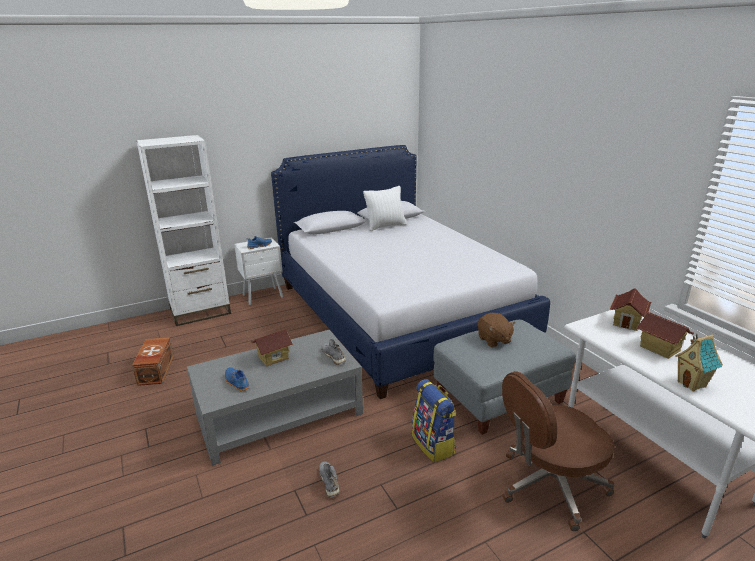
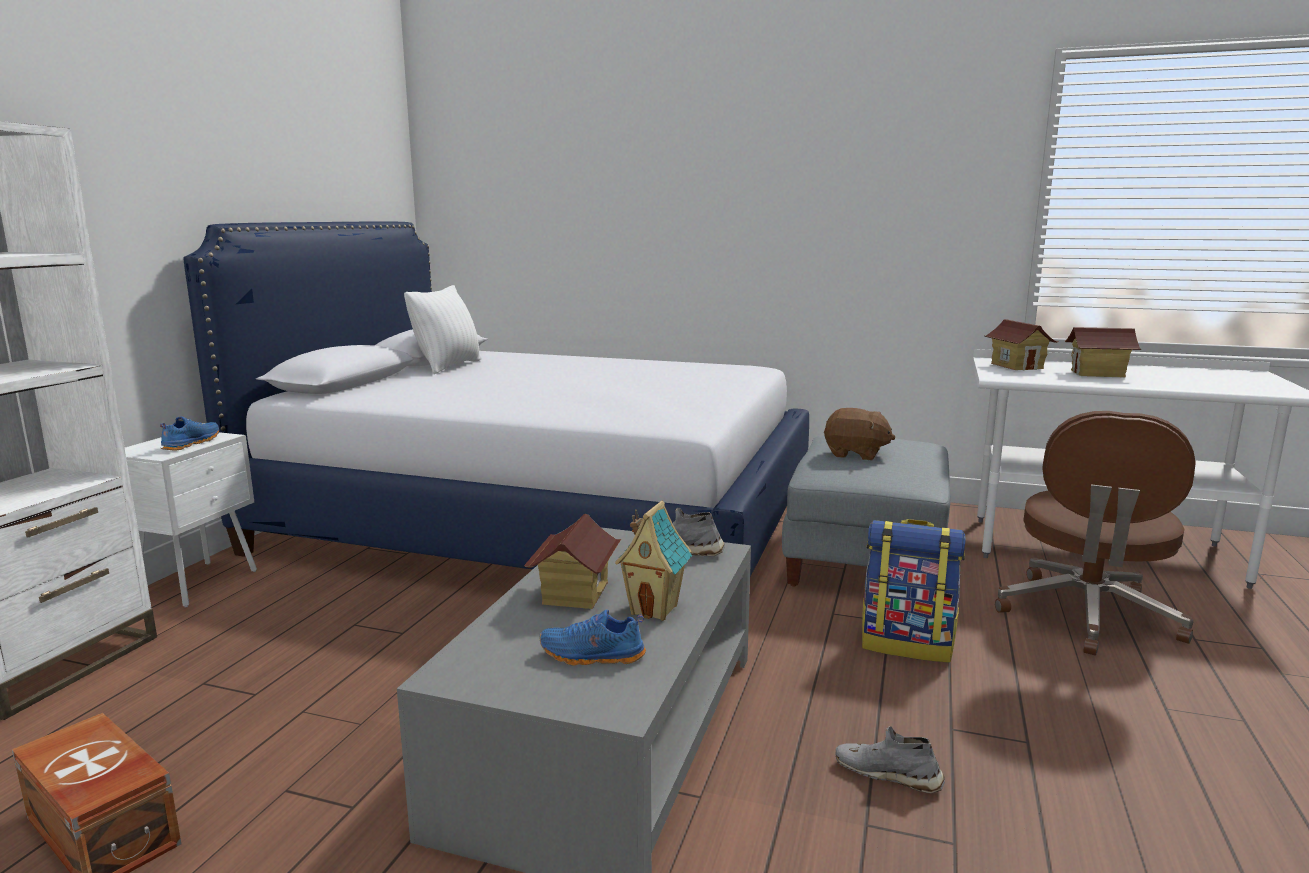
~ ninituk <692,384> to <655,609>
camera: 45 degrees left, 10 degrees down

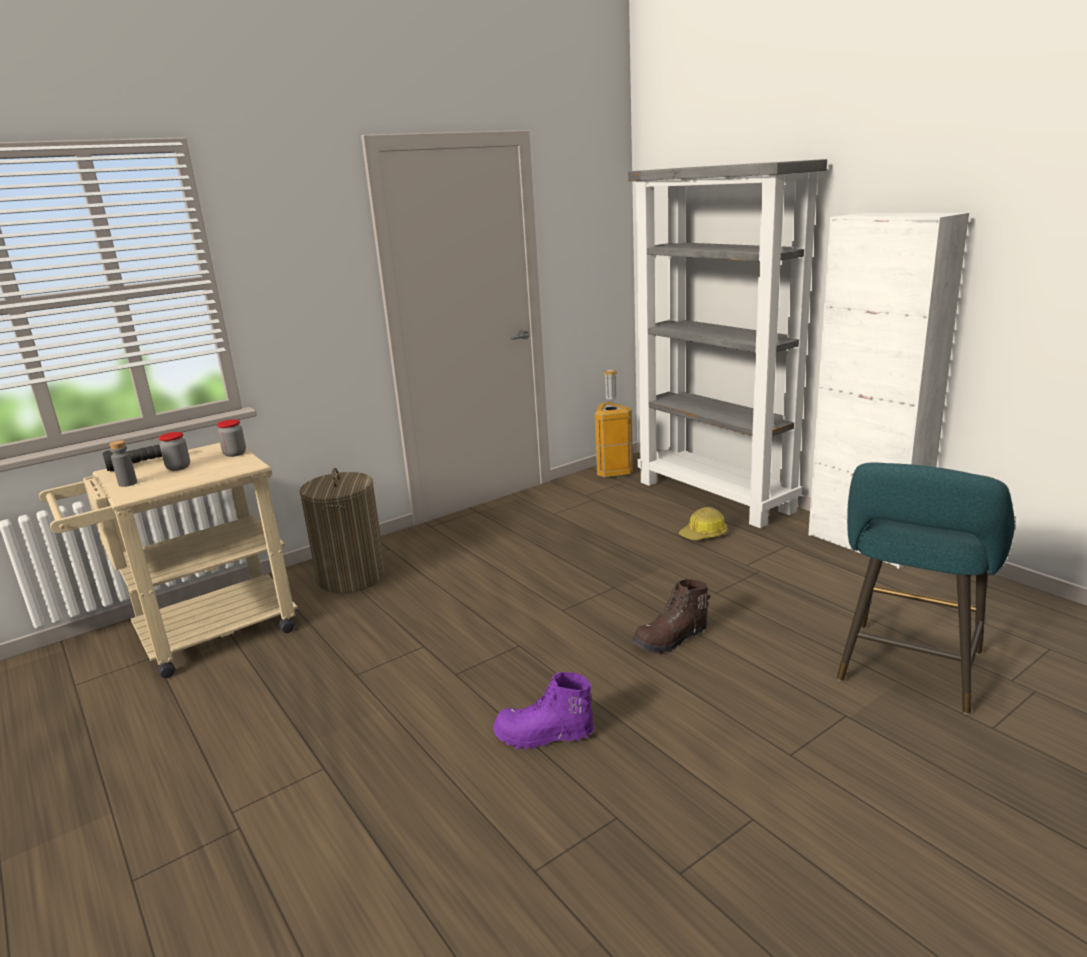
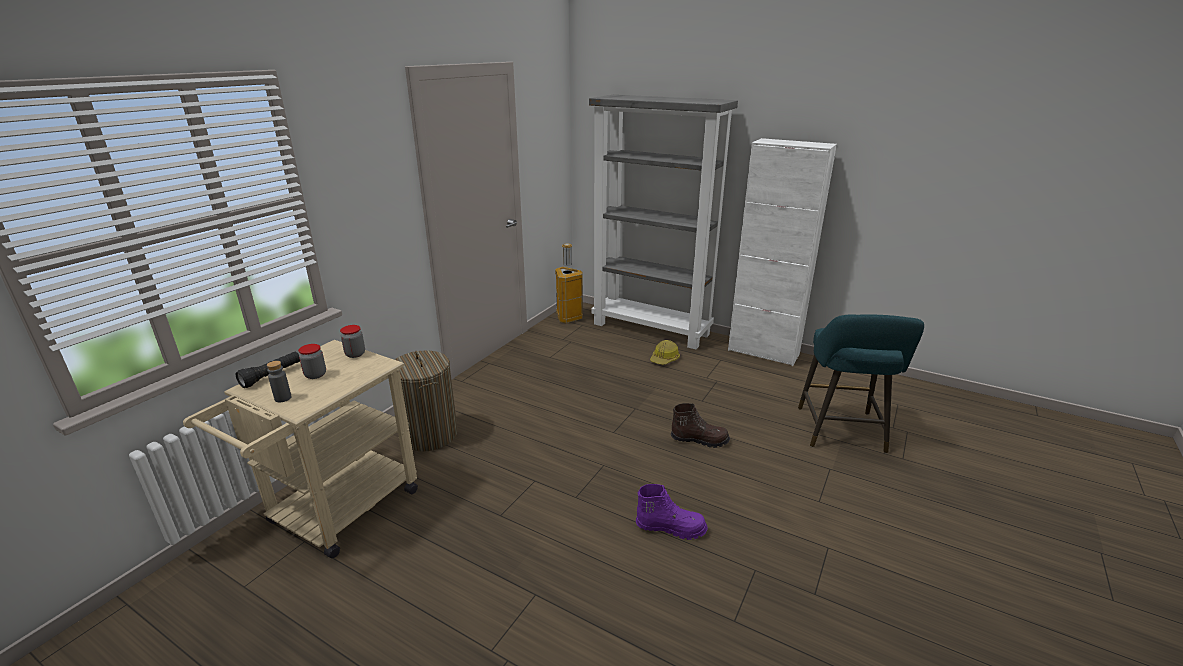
~ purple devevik <544,736> = <670,527> 150 degrees counterclockwise
~ brown devevik <671,639> = <699,440> 120 degrees counterclockwise
camera: 25 degrees left, 5 degrees up

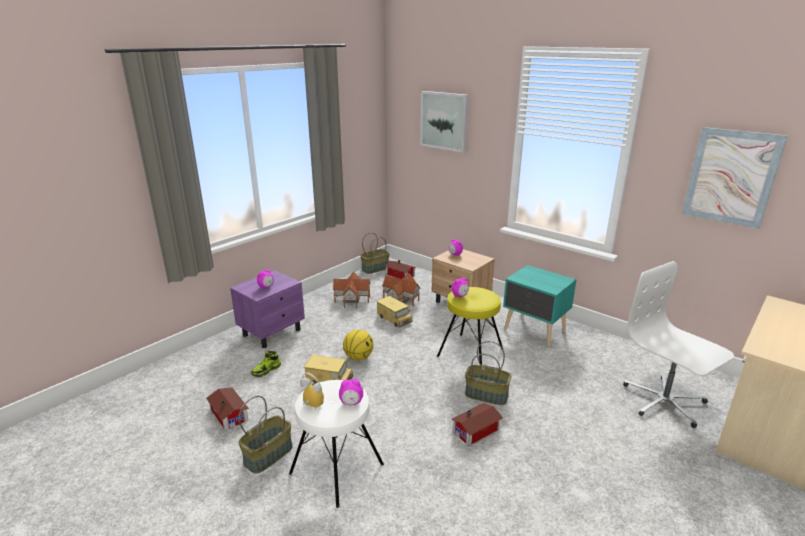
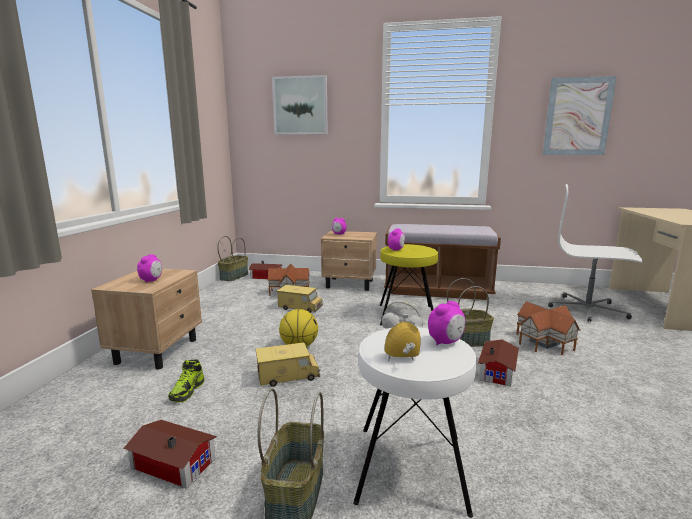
~ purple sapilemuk <272,332> to beige sapilemuk <158,350>
~ turquoise sapilemuk <534,331> to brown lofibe <437,290>
~ ninituk <352,300> to <545,342>
camera: 30 degrees left, 10 degrees down

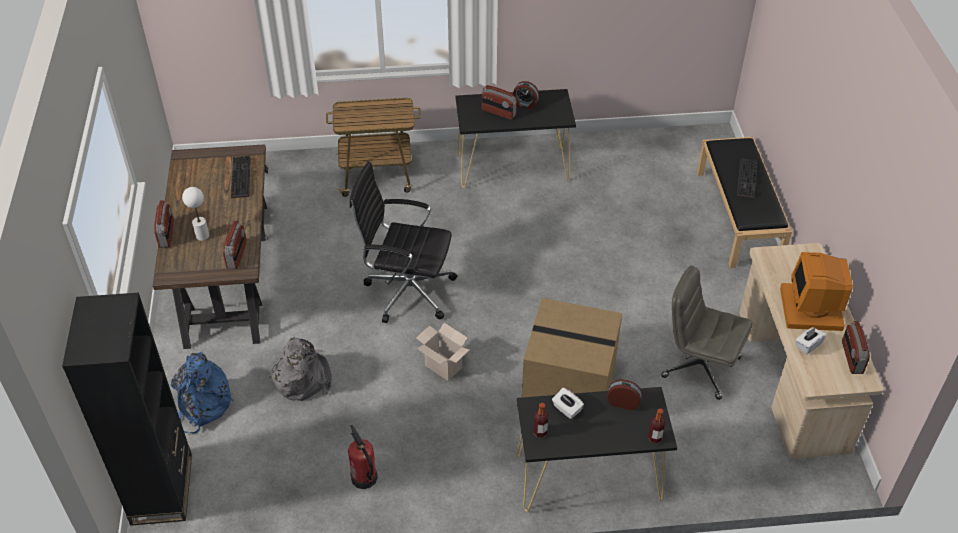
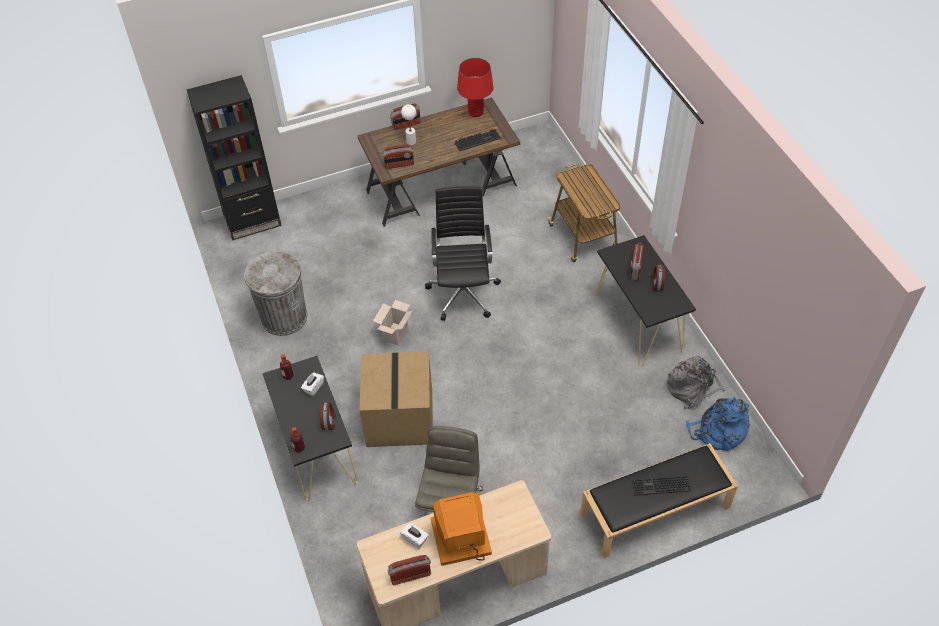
~ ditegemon <364,478> to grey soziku <284,317>
+ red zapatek <475,112>
~ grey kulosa <302,378> to <692,388>
~ blue kulosa <201,405> to <717,432>
camera: 75 degrees right, 5 degrees up

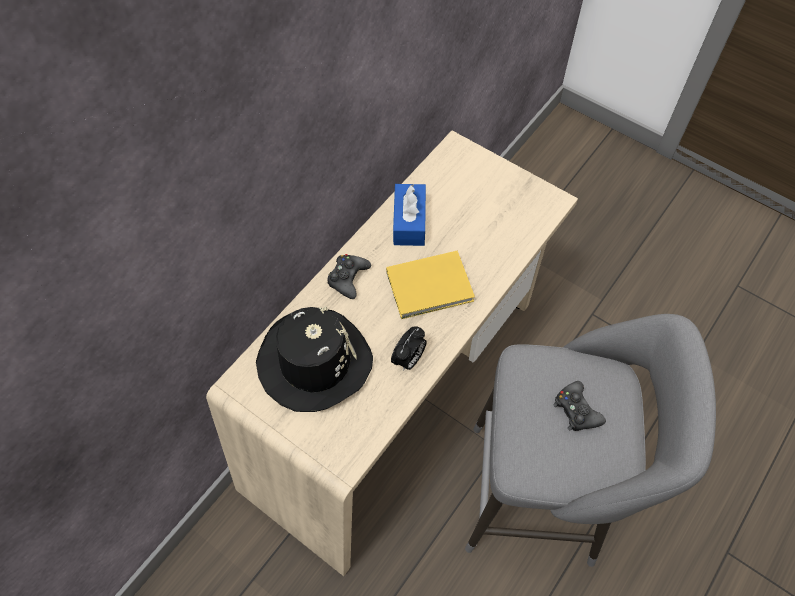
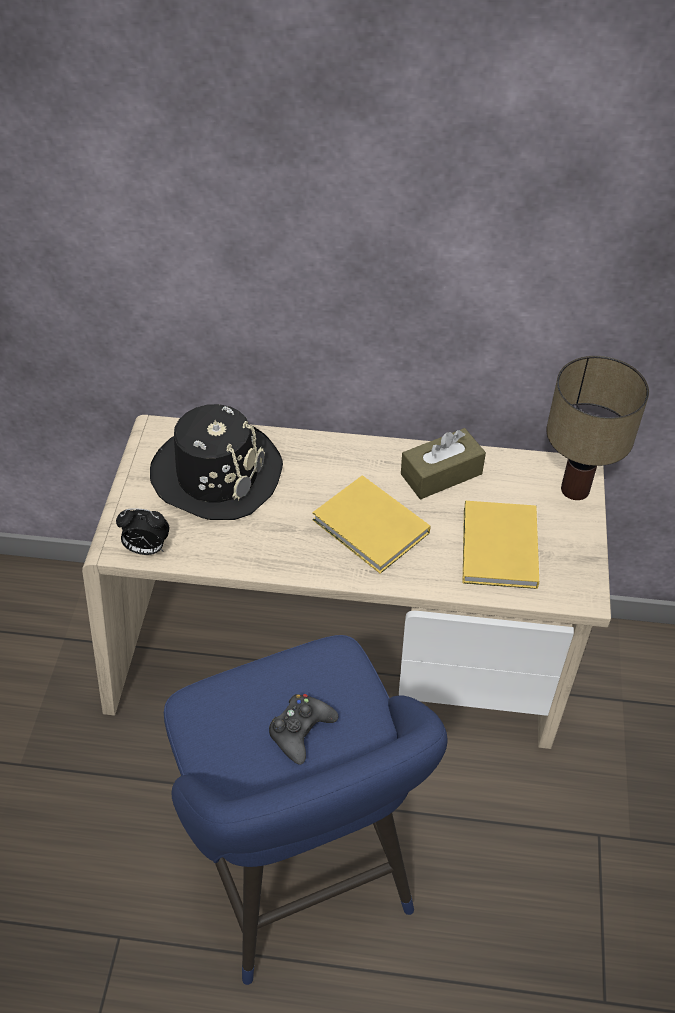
~ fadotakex <409,359> to <147,549>
~ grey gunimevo <542,495> to blue gunimevo <304,880>
~ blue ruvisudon <409,222> to brown ruvisudon <441,474>
+ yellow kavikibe <497,549>
+ zapatek <574,490>
- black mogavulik <348,278>
camera: 60 degrees right, 10 degrees down

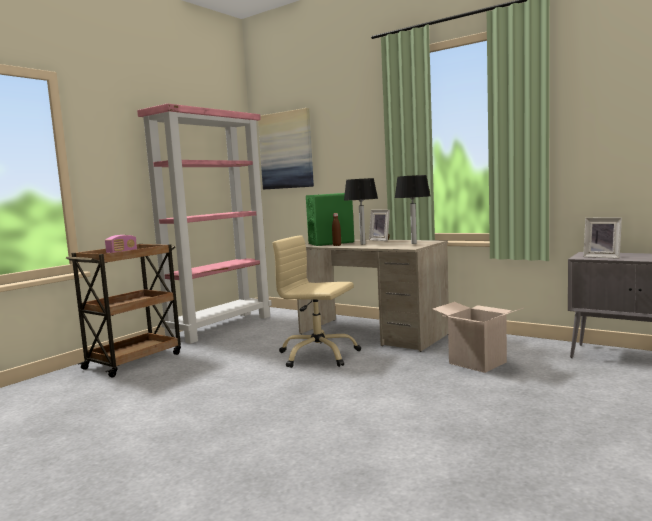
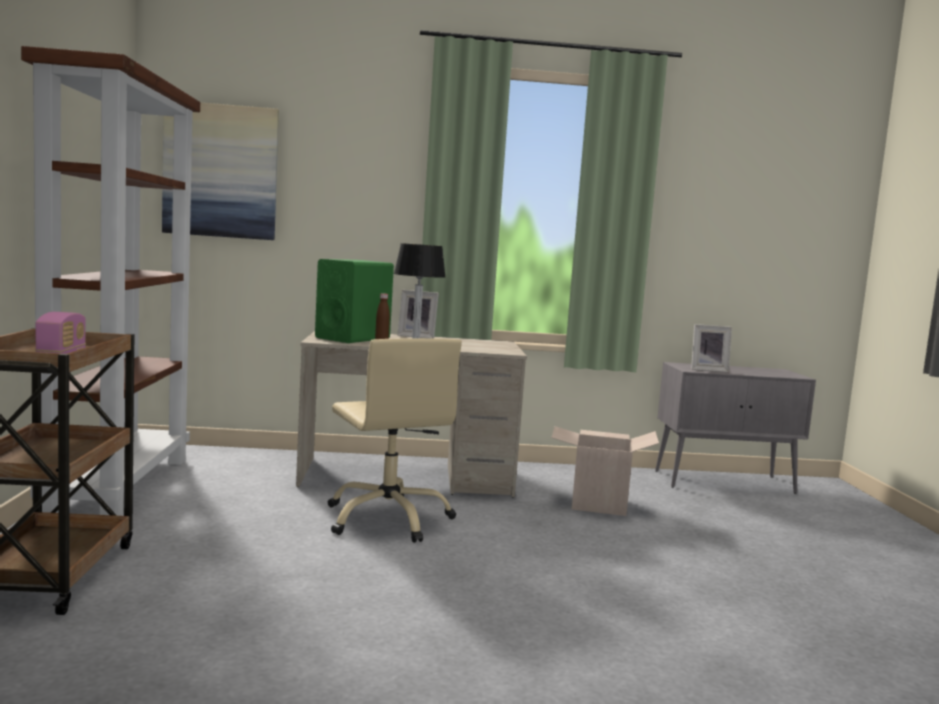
~ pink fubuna <221,326> to brown fubuna <119,486>
~ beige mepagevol <318,355> = <388,518> 105 degrees counterclockwise
- zapatek <413,243>
camera: 40 degrees left, 0 degrees up

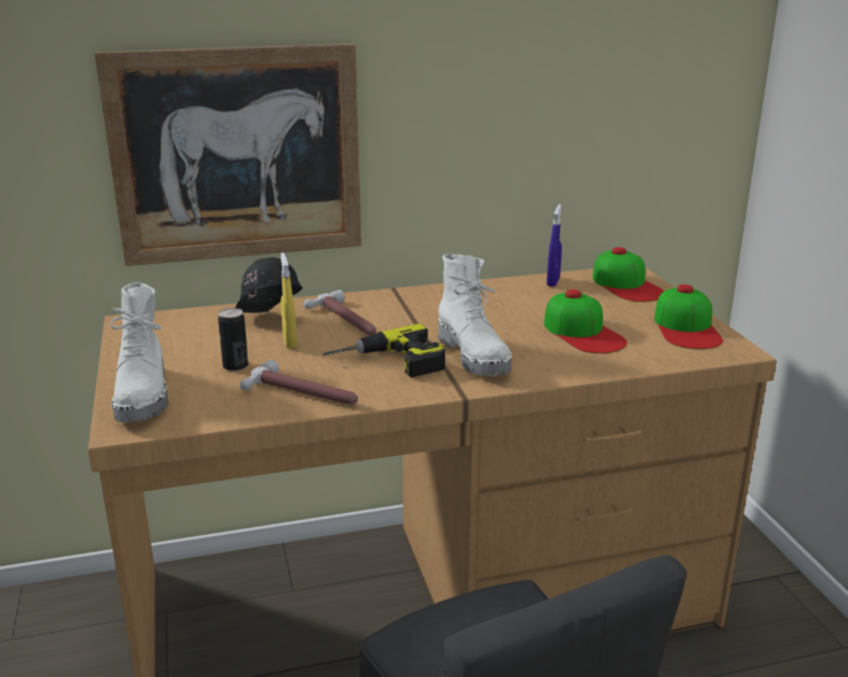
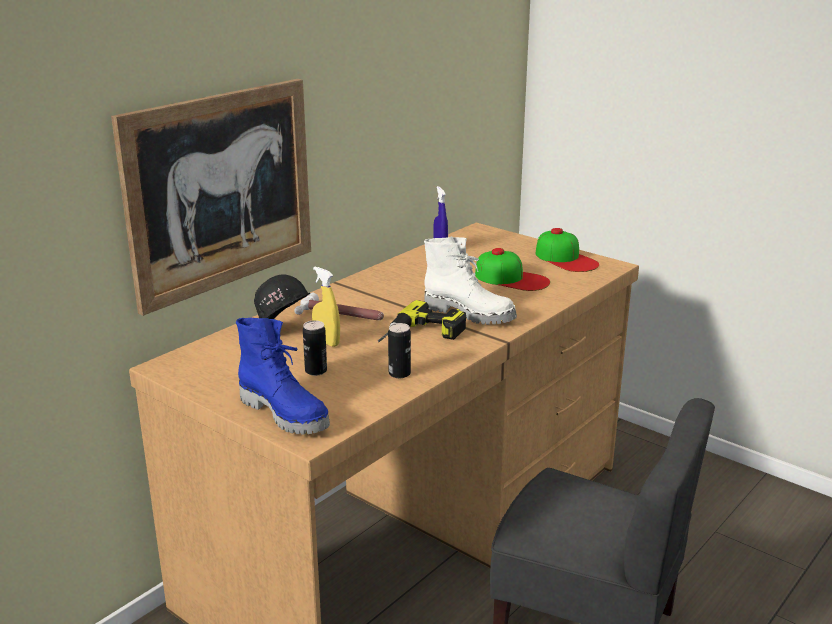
~ white devevik <145,396> to blue devevik <286,413>
~ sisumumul <303,394> to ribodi <399,373>
- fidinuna <627,285>
camera: 35 degrees left, 0 degrees up

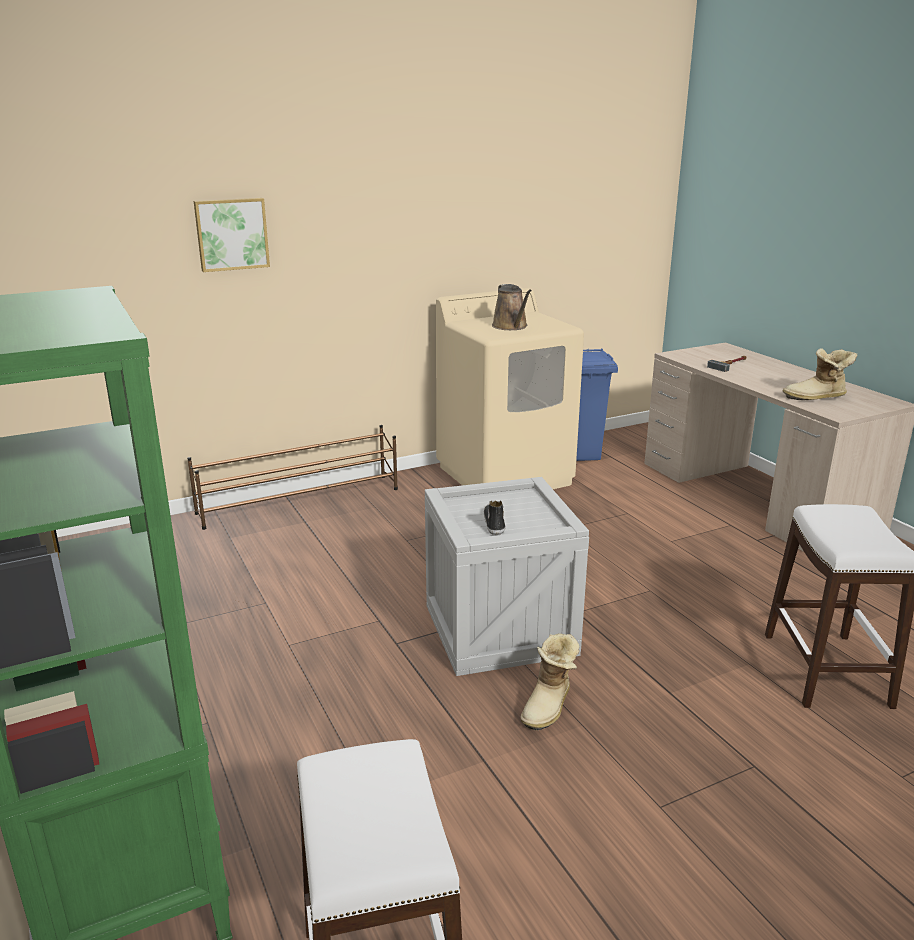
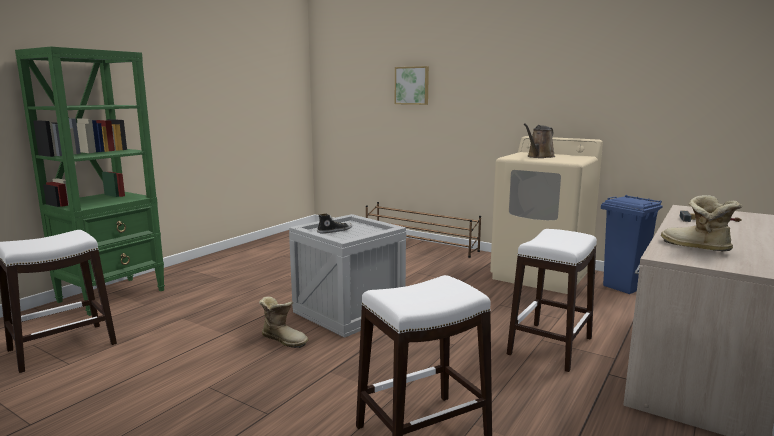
~ devevik <550,706> = <284,339> 150 degrees counterclockwise
+ white gunimevo <549,346>
camera: 60 degrees right, 10 degrees down

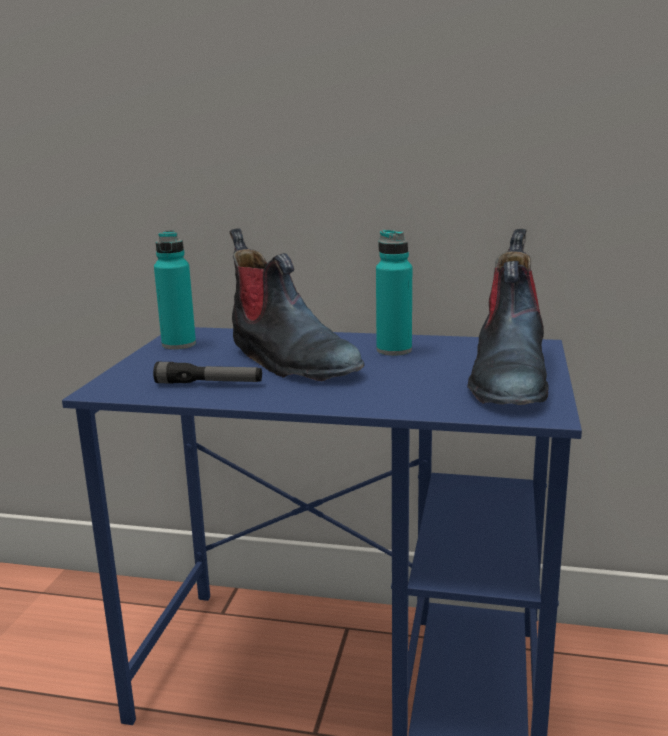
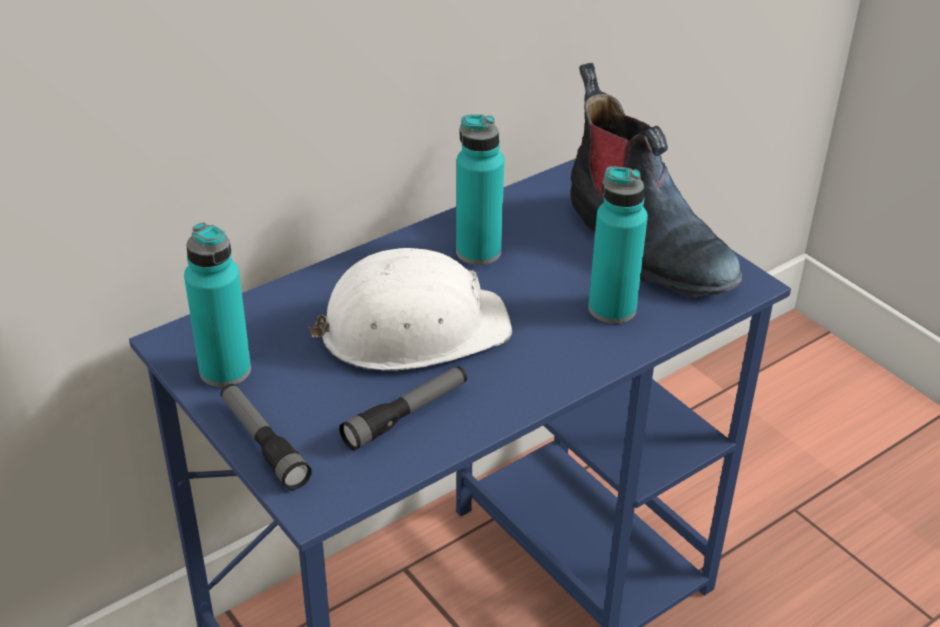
+ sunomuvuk <263,443>
~ devevik <289,361> to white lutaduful <412,329>
+ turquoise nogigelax <612,309>
camera: 50 degrees left, 20 degrees up

